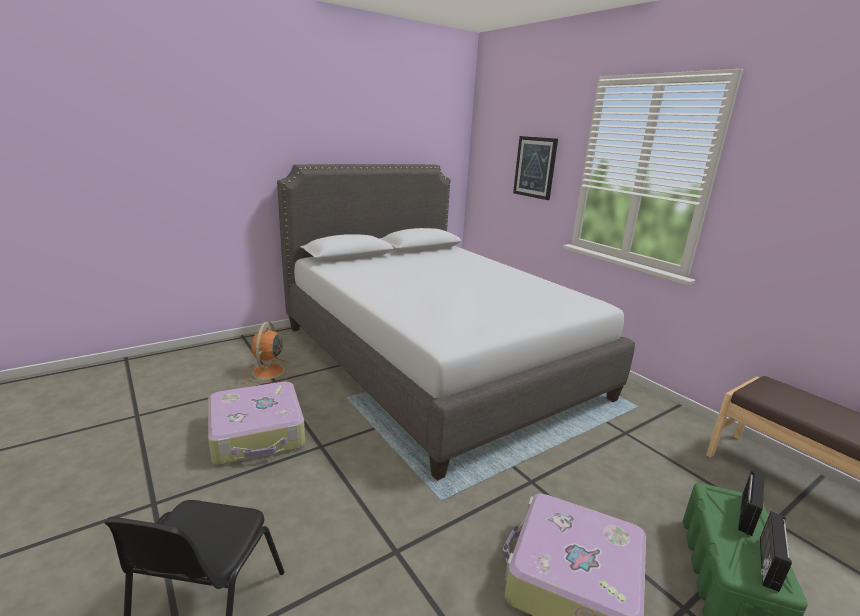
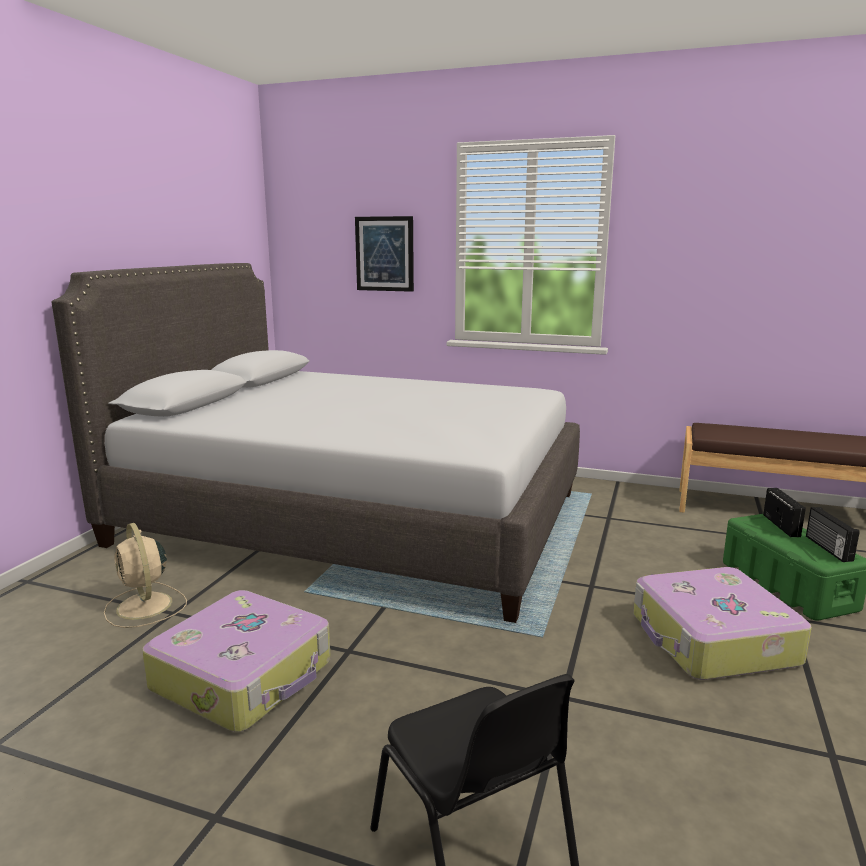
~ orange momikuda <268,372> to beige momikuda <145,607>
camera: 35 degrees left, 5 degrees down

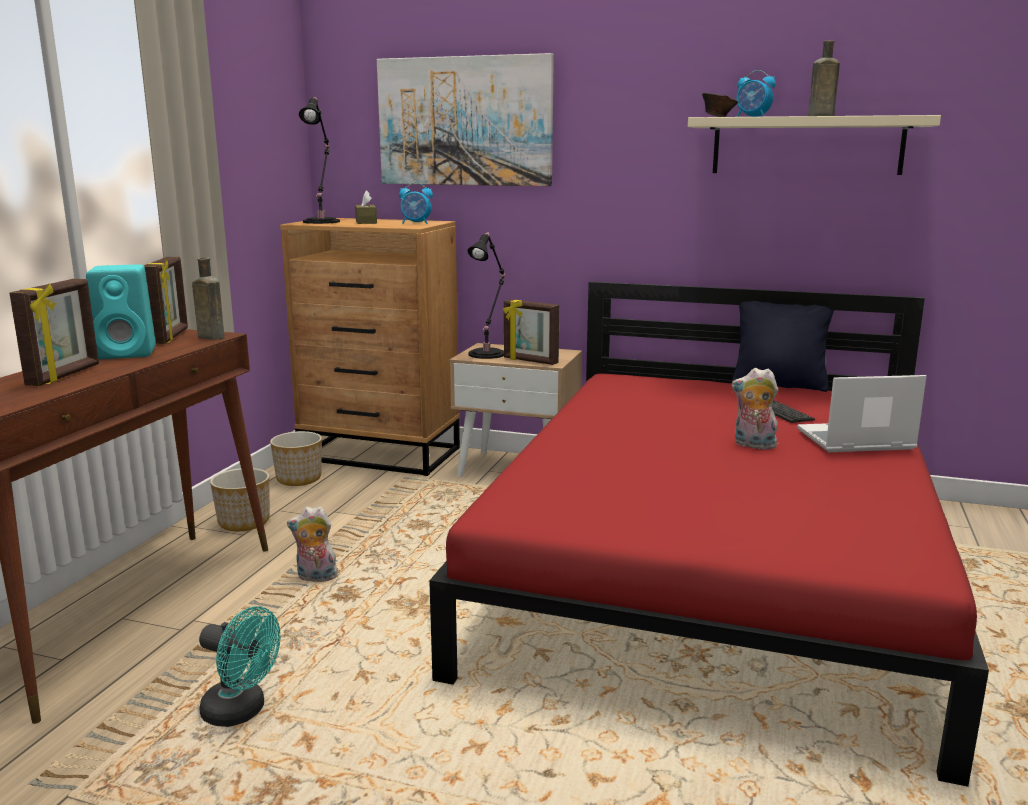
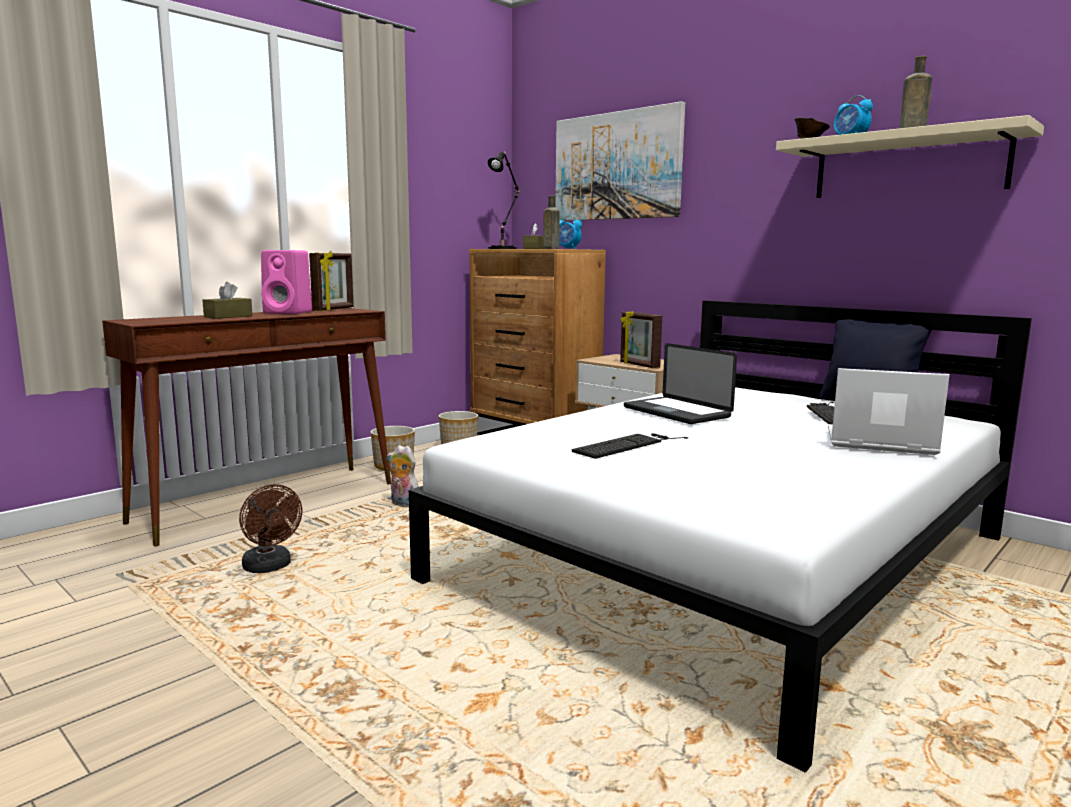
~ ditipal <65,375> to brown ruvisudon <228,316>
~ turquoise momikuda <242,711> to brown momikuda <270,567>
~ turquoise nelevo <129,353> to pink nelevo <289,312>
~ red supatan <714,570> to white supatan <730,557>
~ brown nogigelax <209,337> to <550,248>
+ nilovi <627,445>
+ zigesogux <676,412>
- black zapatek <488,353>
- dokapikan <753,445>
camera: 25 degrees right, 5 degrees down

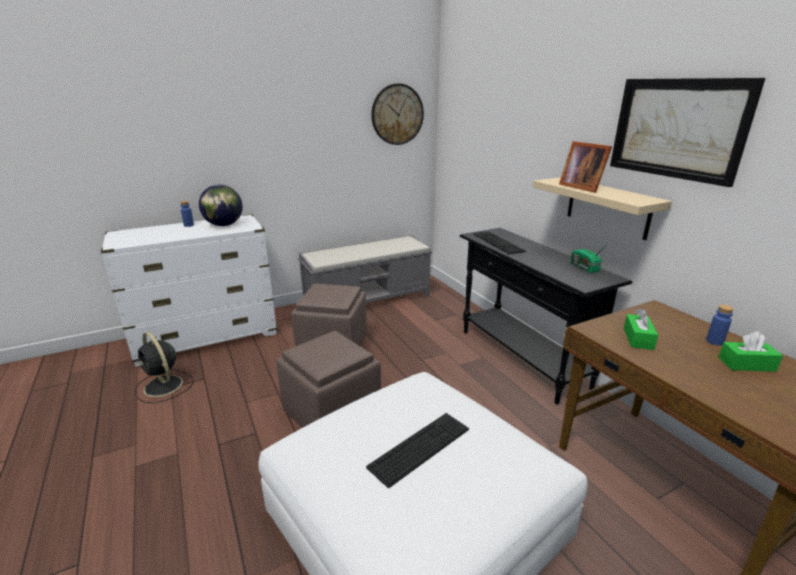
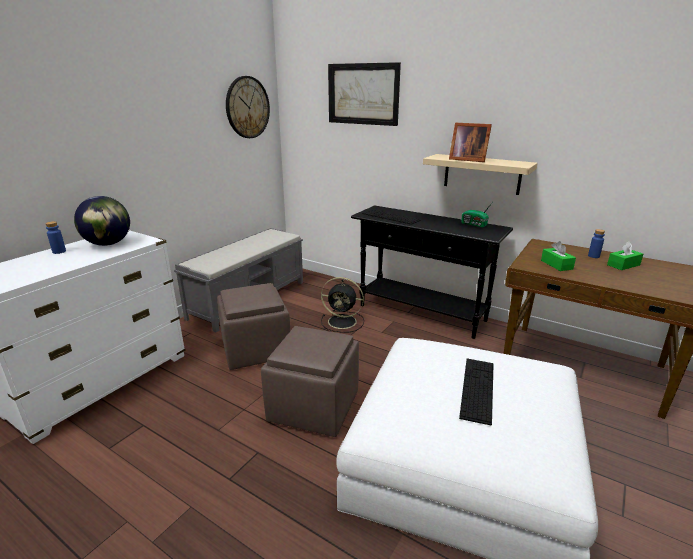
~ black momikuda <164,386> to <343,322>
~ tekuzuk <677,128> to <363,94>
camera: 30 degrees left, 0 degrees up

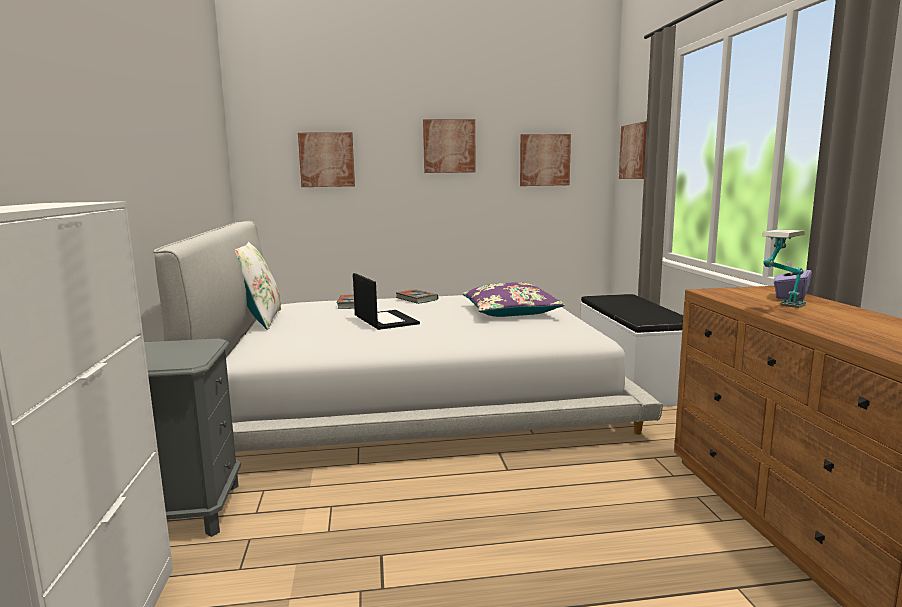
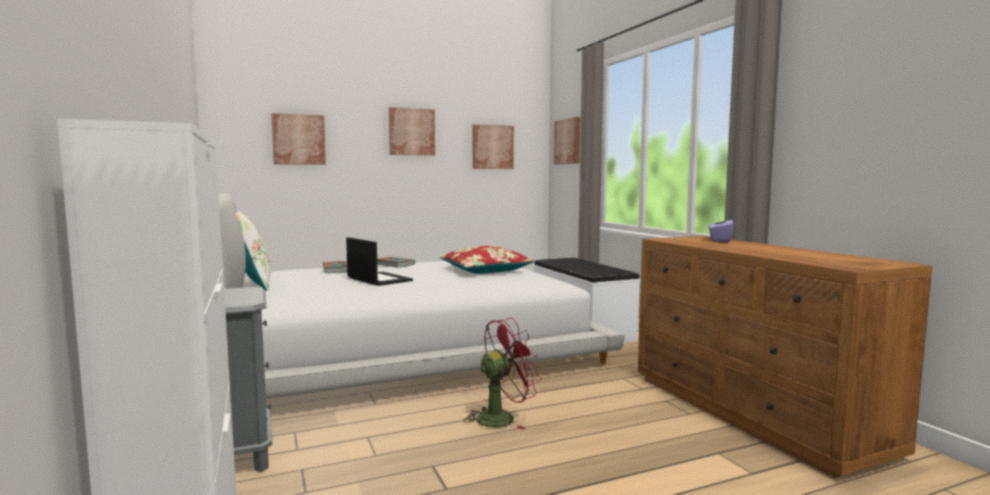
~ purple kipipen <510,312> to red kipipen <485,270>
+ red momikuda <502,417>
- zapatek <781,309>
camera: 15 degrees left, 5 degrees down

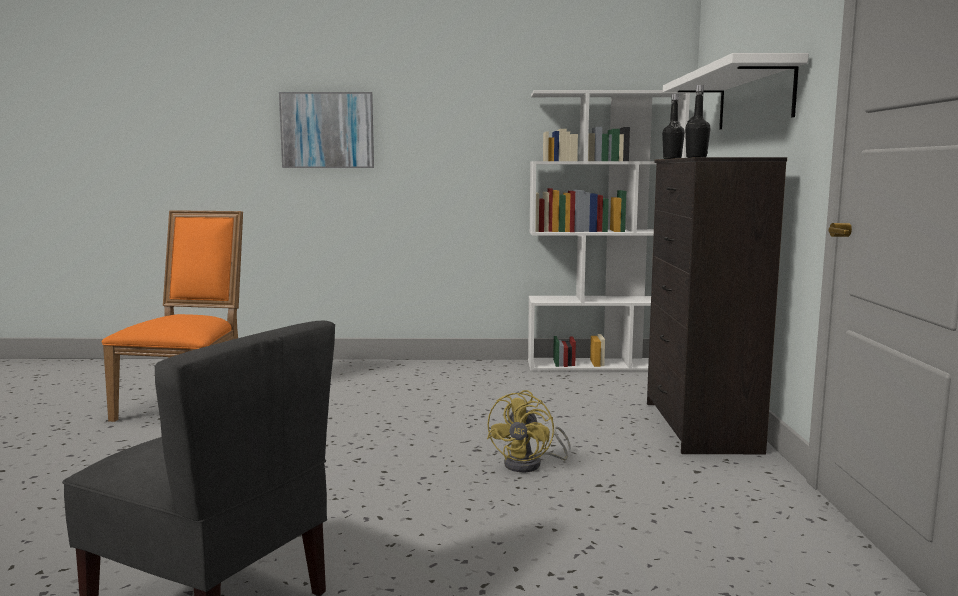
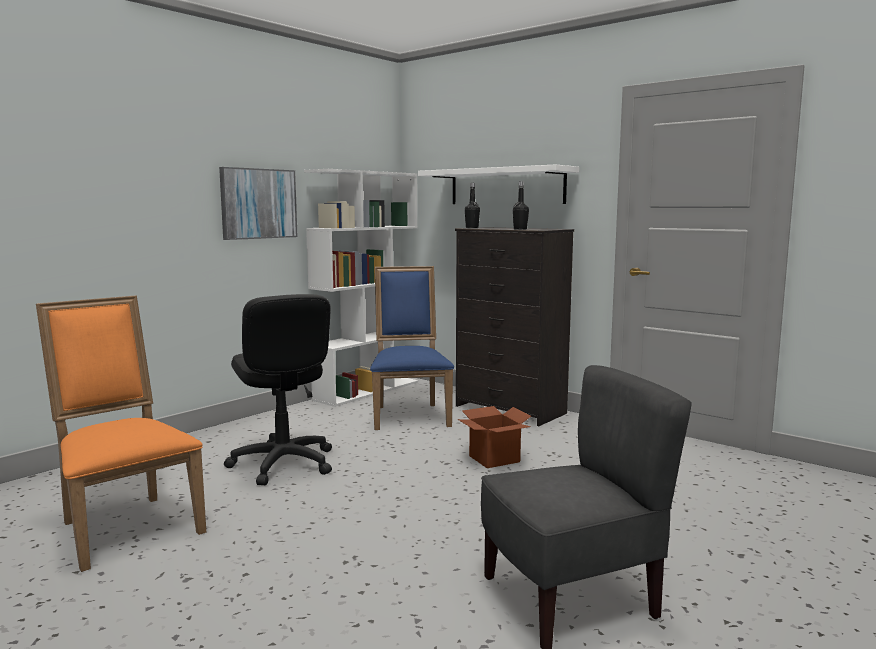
~ tekuzuk <327,130> to <258,203>
+ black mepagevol <283,464>
+ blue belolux <409,415>
~ yellow momikuda <530,464> to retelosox <494,459>
camera: 50 degrees left, 0 degrees up

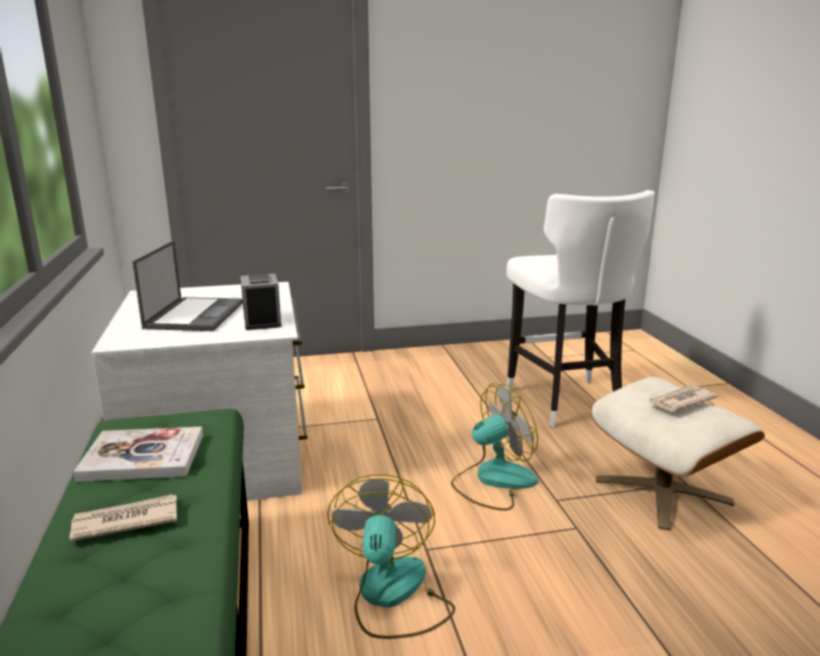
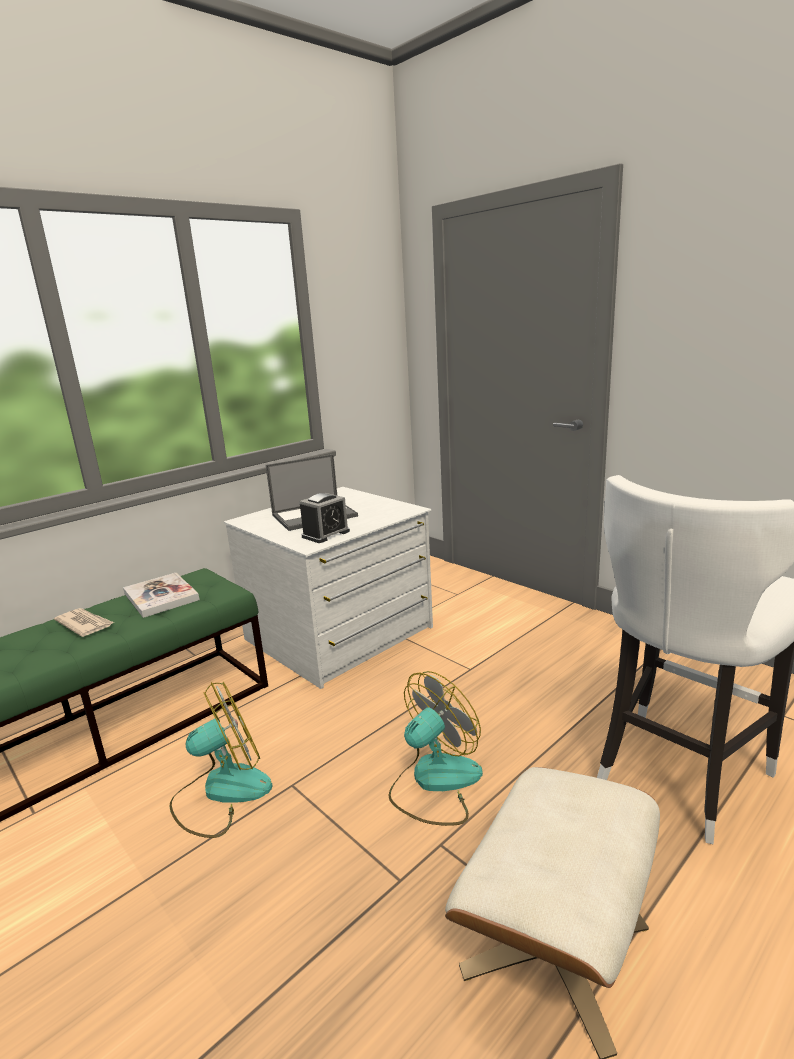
~ momikuda <493,480> = <434,782> 75 degrees counterclockwise
- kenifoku <680,401>
camera: 60 degrees right, 0 degrees up

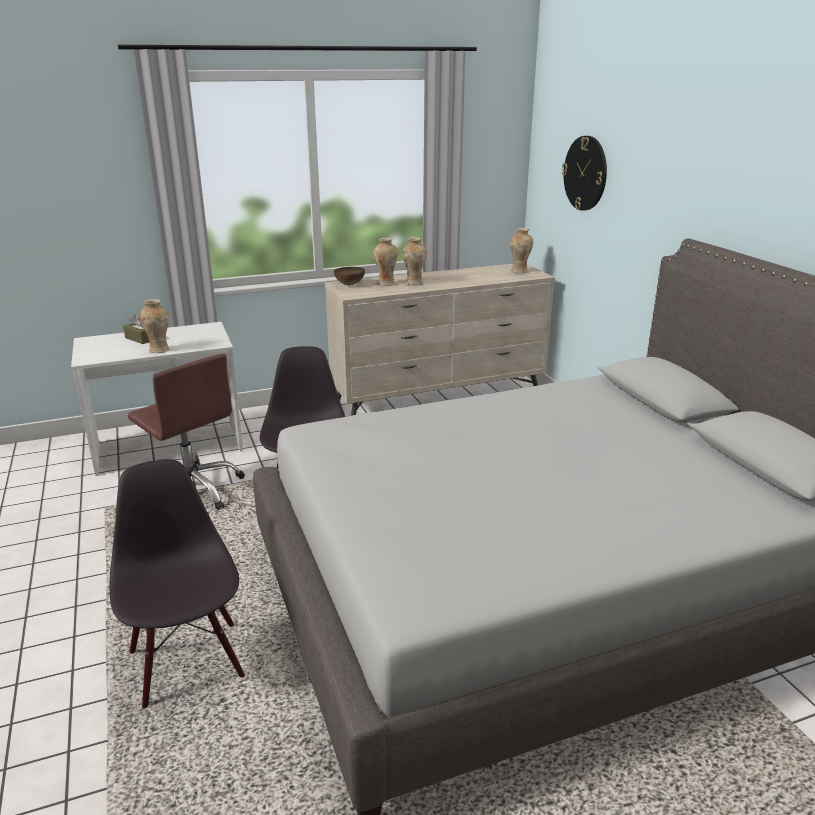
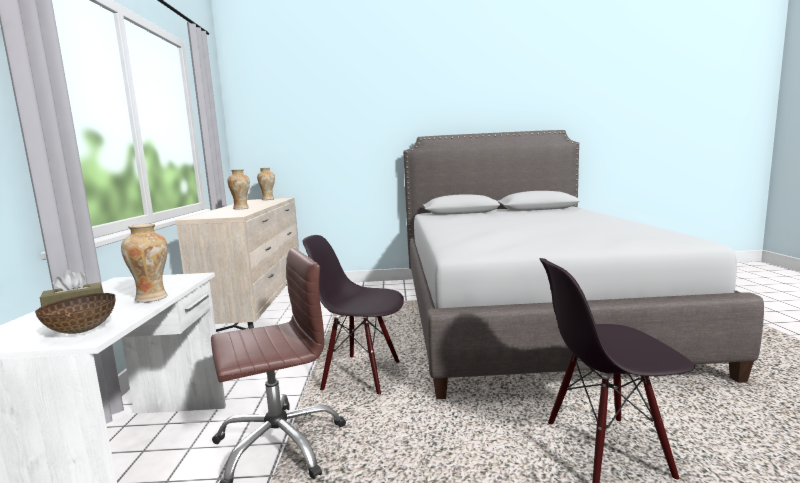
~ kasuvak <349,284> to <81,331>
- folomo <385,283>
- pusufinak <585,173>
camera: 70 degrees left, 15 degrees down

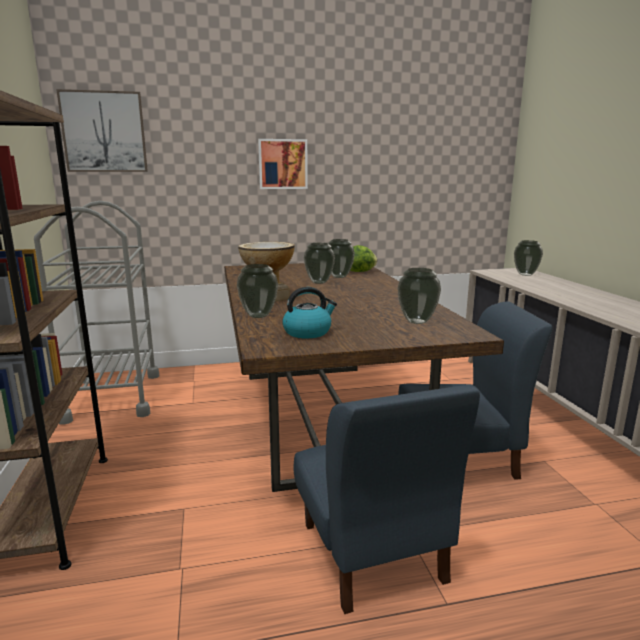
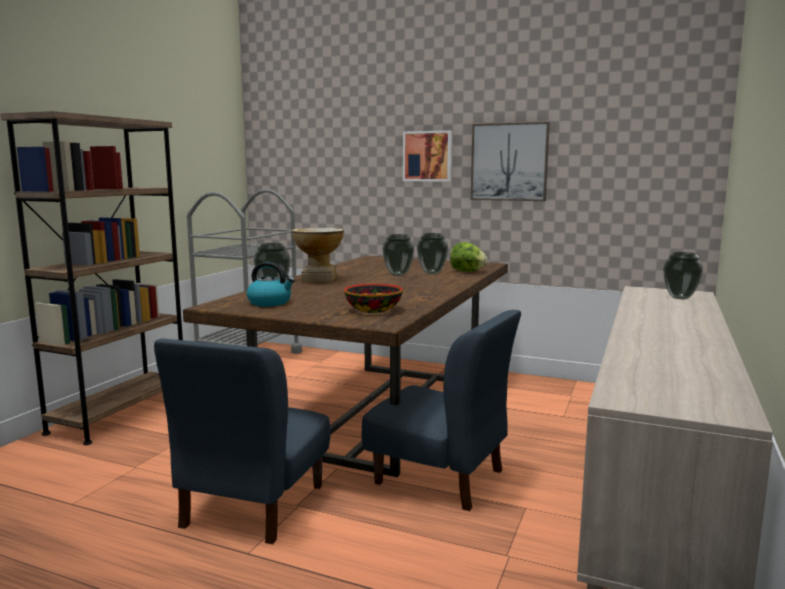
~ folomo <417,321> to kasuvak <374,310>
~ tekuzuk <104,132> to <509,162>
camera: 35 degrees right, 5 degrees down

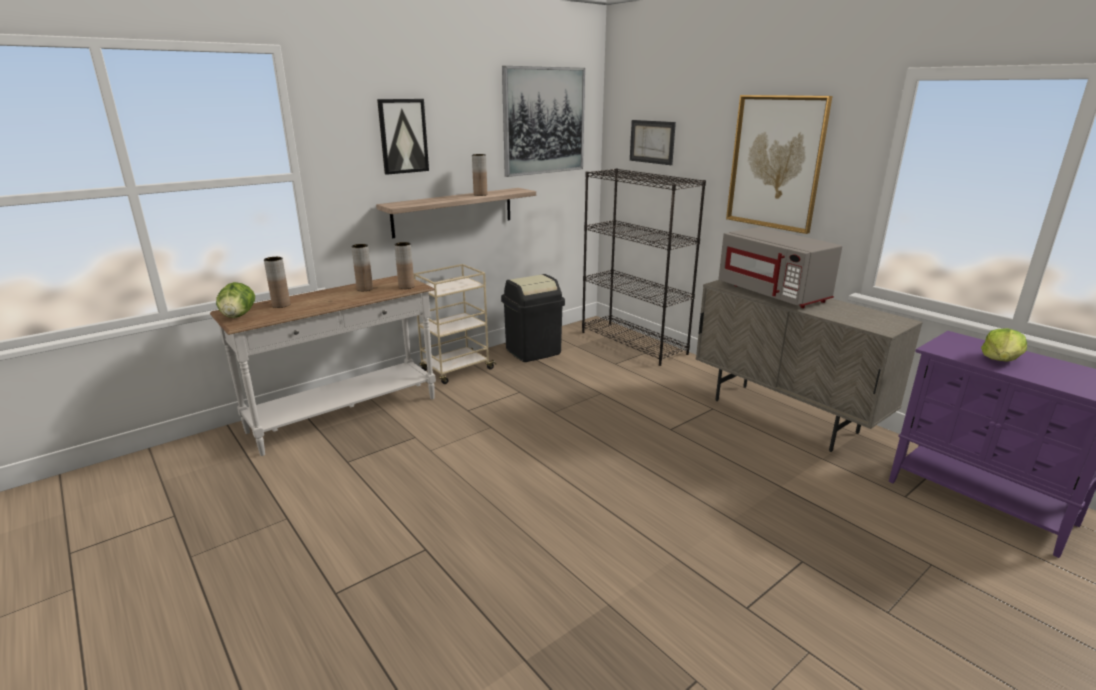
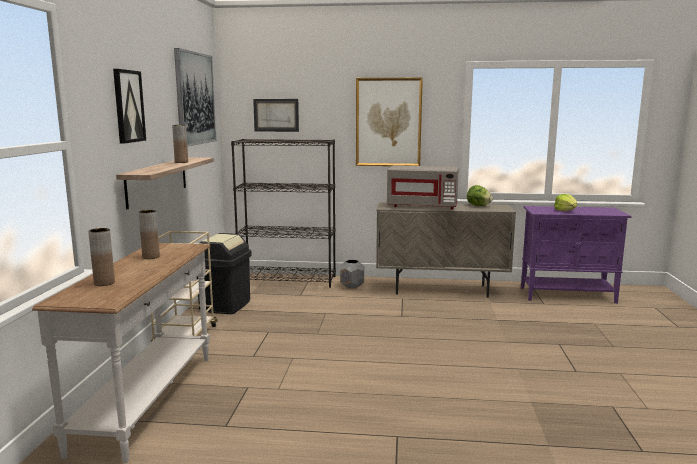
+ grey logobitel <352,286>
~ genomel <238,316> to <478,205>
- brown folomo <406,287>
camera: 45 degrees left, 10 degrees down

